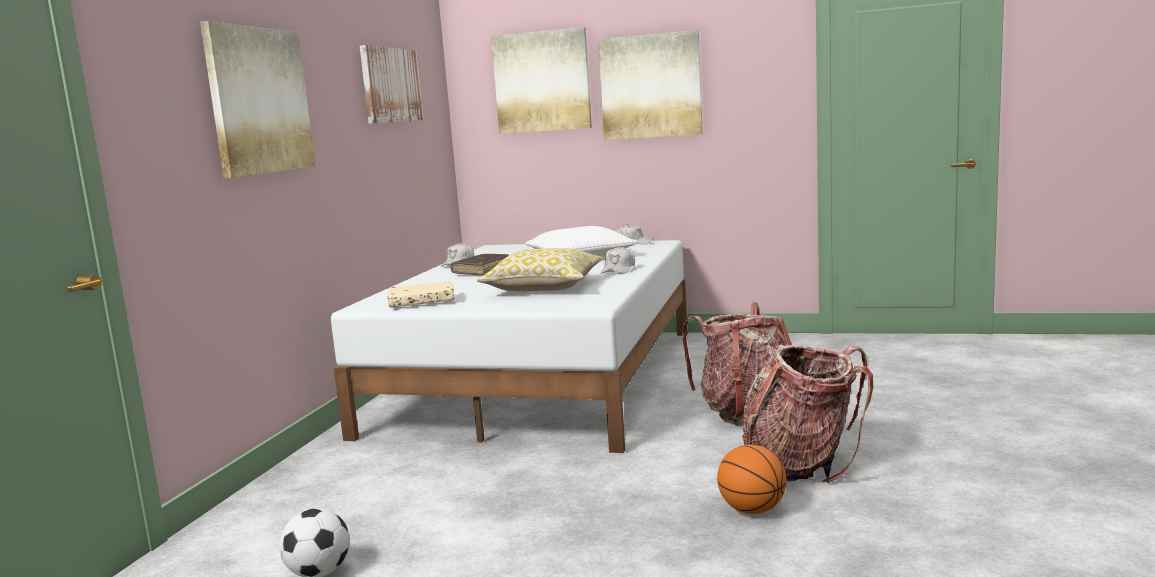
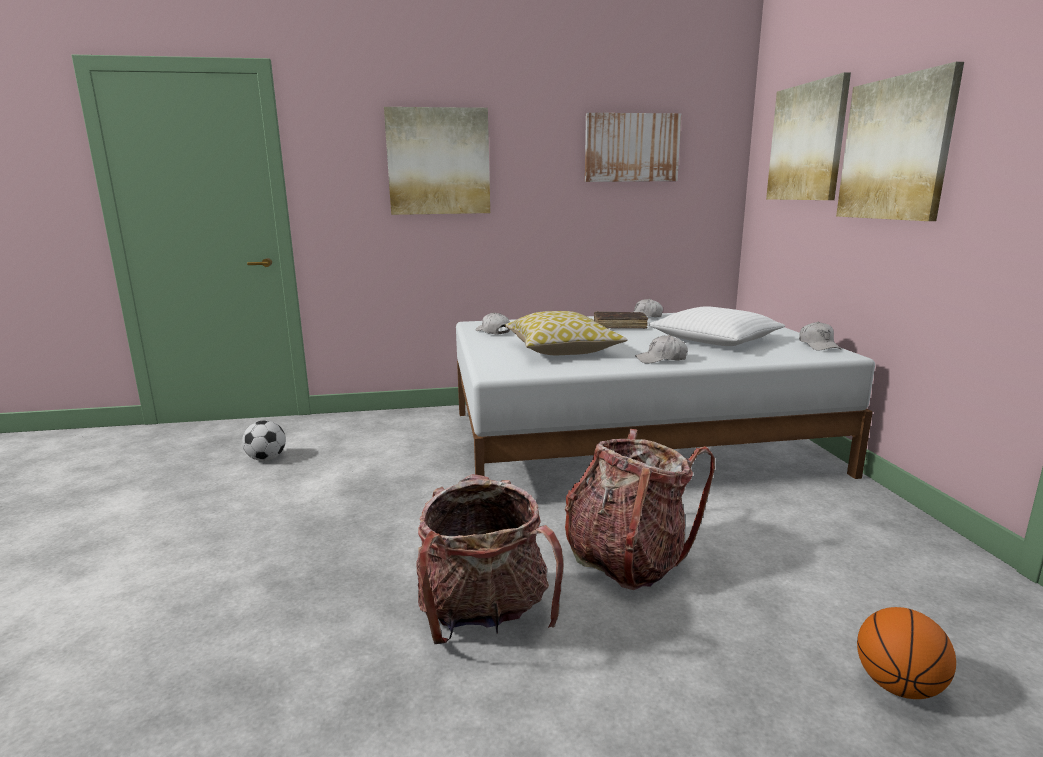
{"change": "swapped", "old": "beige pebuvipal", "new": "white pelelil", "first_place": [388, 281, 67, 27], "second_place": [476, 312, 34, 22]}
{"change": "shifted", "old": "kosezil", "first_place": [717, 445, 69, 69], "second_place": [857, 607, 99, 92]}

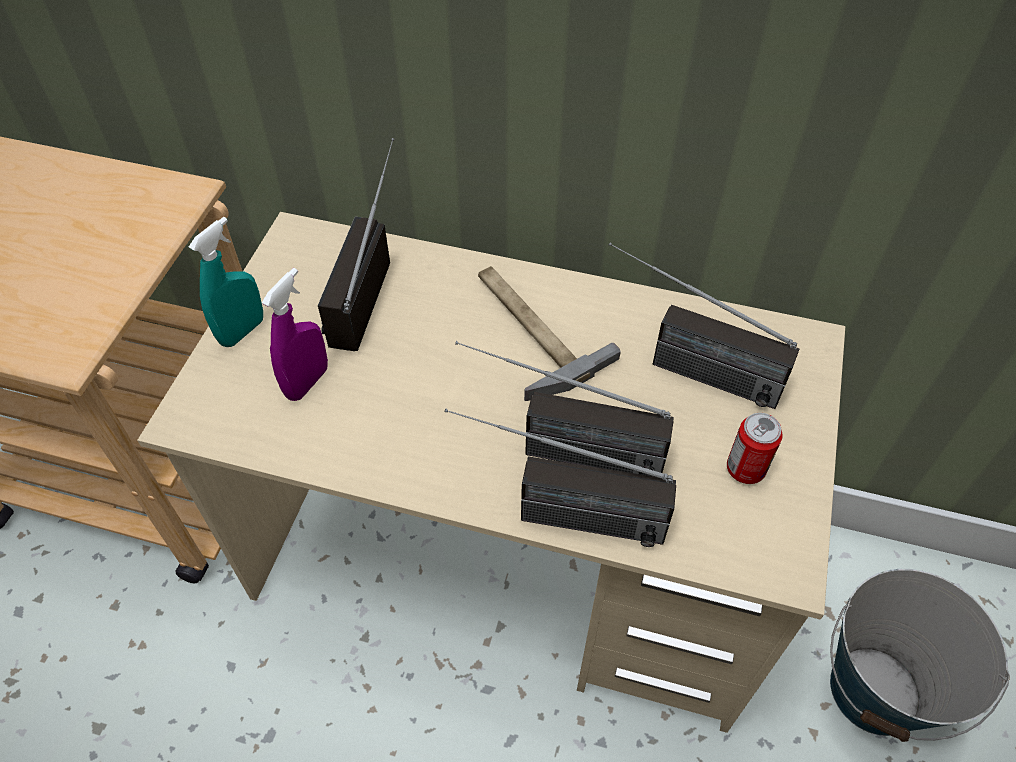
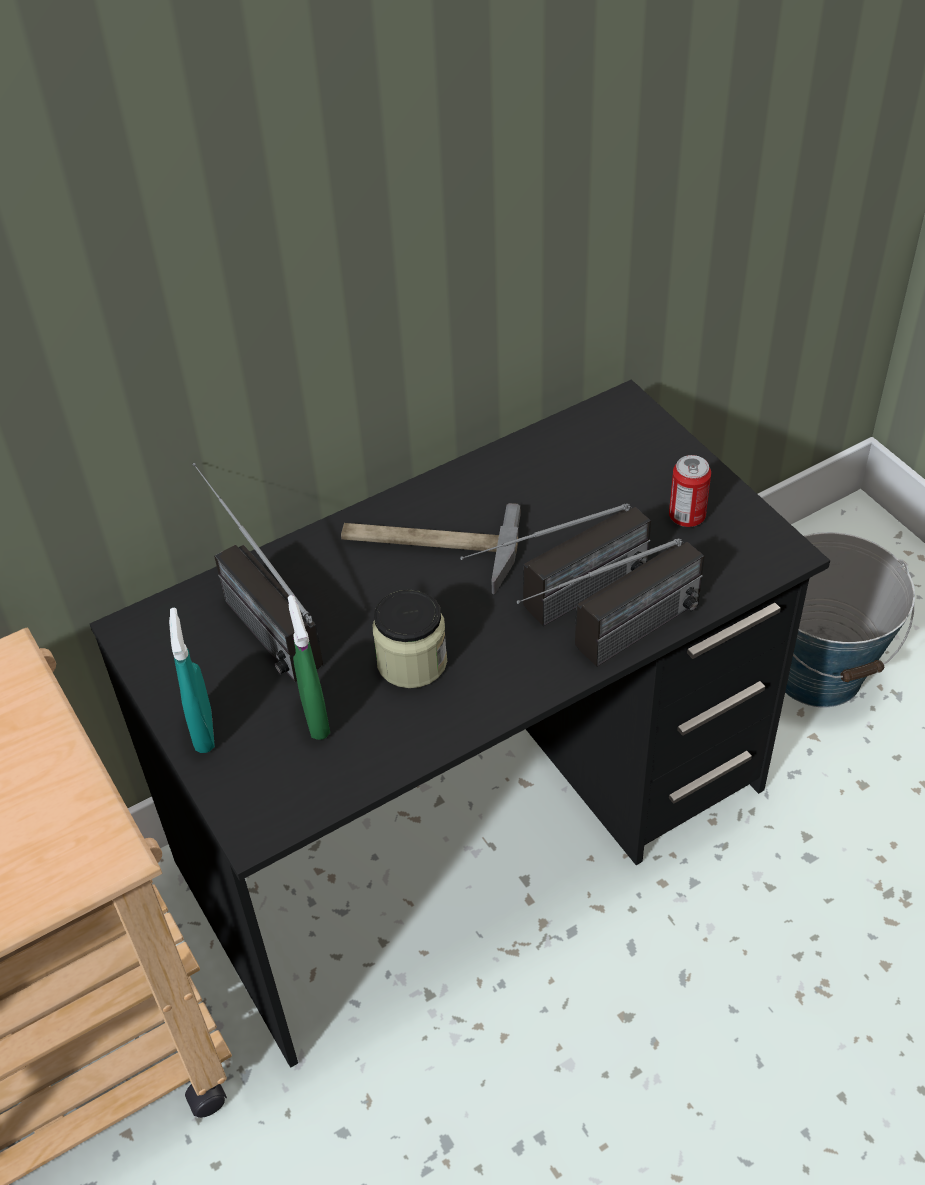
{"change": "repainted", "old": "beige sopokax", "new": "black sopokax", "first_place": [137, 212, 708, 521], "second_place": [90, 380, 740, 688]}
{"change": "gone", "old": "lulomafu", "first_place": [609, 242, 190, 167]}
{"change": "repainted", "old": "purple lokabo", "new": "green lokabo", "first_place": [262, 268, 66, 133], "second_place": [288, 595, 42, 145]}
{"change": "new", "new": "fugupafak", "second_place": [373, 590, 74, 98]}

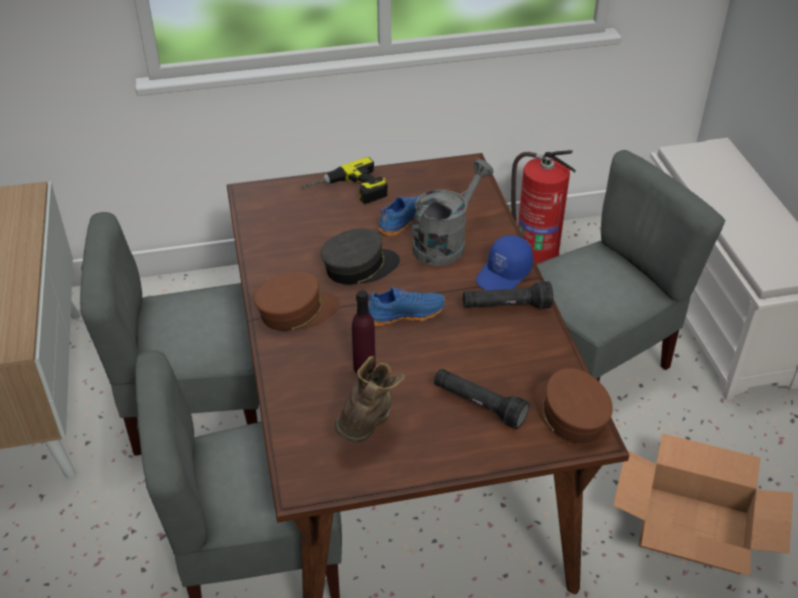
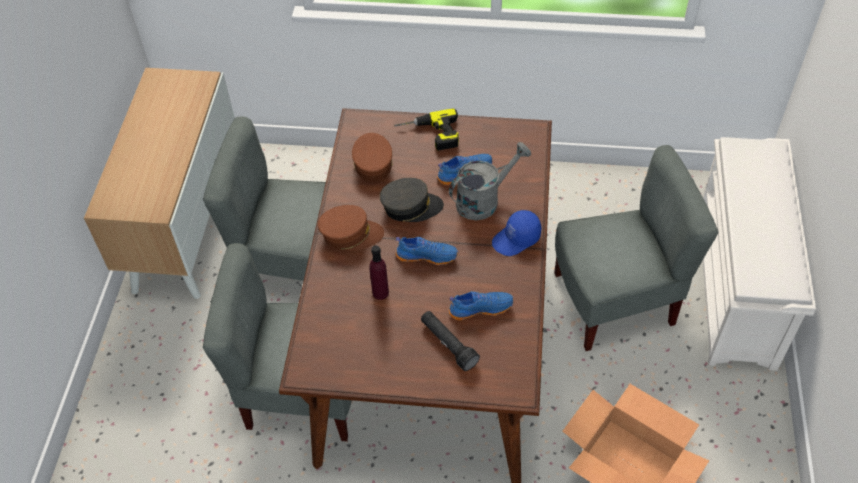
{"change": "gone", "old": "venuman", "first_place": [511, 150, 65, 114]}
{"change": "gone", "old": "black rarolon", "first_place": [463, 281, 90, 28]}
{"change": "gone", "old": "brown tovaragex", "first_place": [334, 356, 71, 87]}
{"change": "shifted", "old": "brown pelelil", "first_place": [534, 368, 79, 76], "second_place": [352, 133, 41, 48]}
{"change": "new", "new": "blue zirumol", "second_place": [449, 291, 65, 29]}

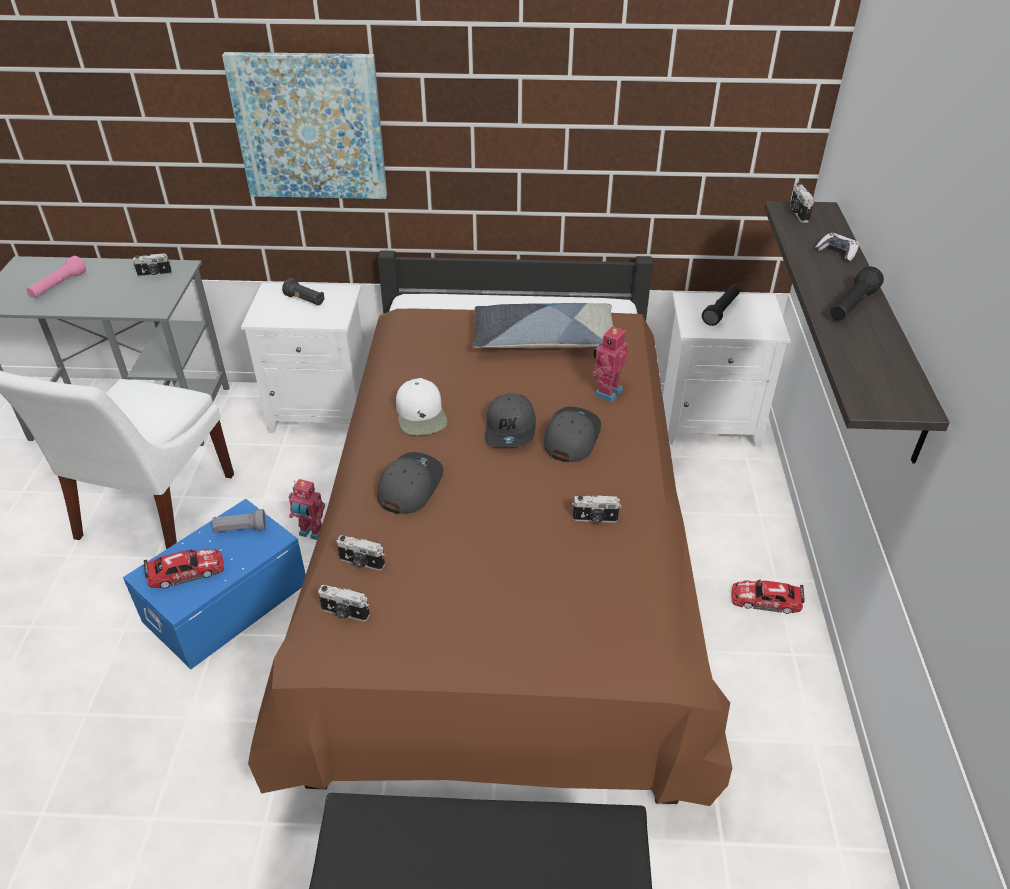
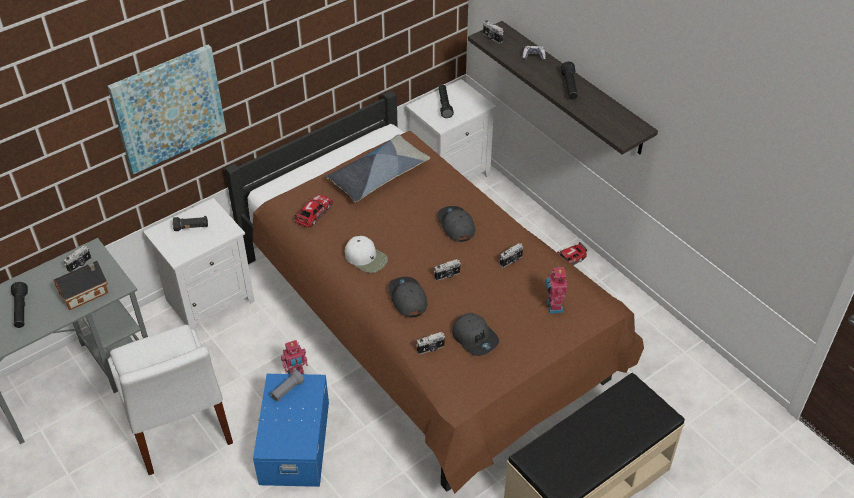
{"change": "repainted", "old": "pink rarolon", "new": "black rarolon", "first_place": [27, 256, 59, 42], "second_place": [11, 282, 17, 46]}
{"change": "shifted", "old": "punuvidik", "first_place": [592, 325, 36, 77], "second_place": [545, 265, 22, 49]}
{"change": "shifted", "old": "grey pelelil", "first_place": [485, 393, 51, 54], "second_place": [452, 313, 47, 43]}
{"change": "shifted", "old": "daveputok", "first_place": [144, 549, 80, 40], "second_place": [294, 195, 39, 33]}
{"change": "shifted", "old": "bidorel", "first_place": [318, 585, 52, 36], "second_place": [434, 259, 27, 22]}
{"change": "new", "new": "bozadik", "second_place": [53, 261, 55, 49]}

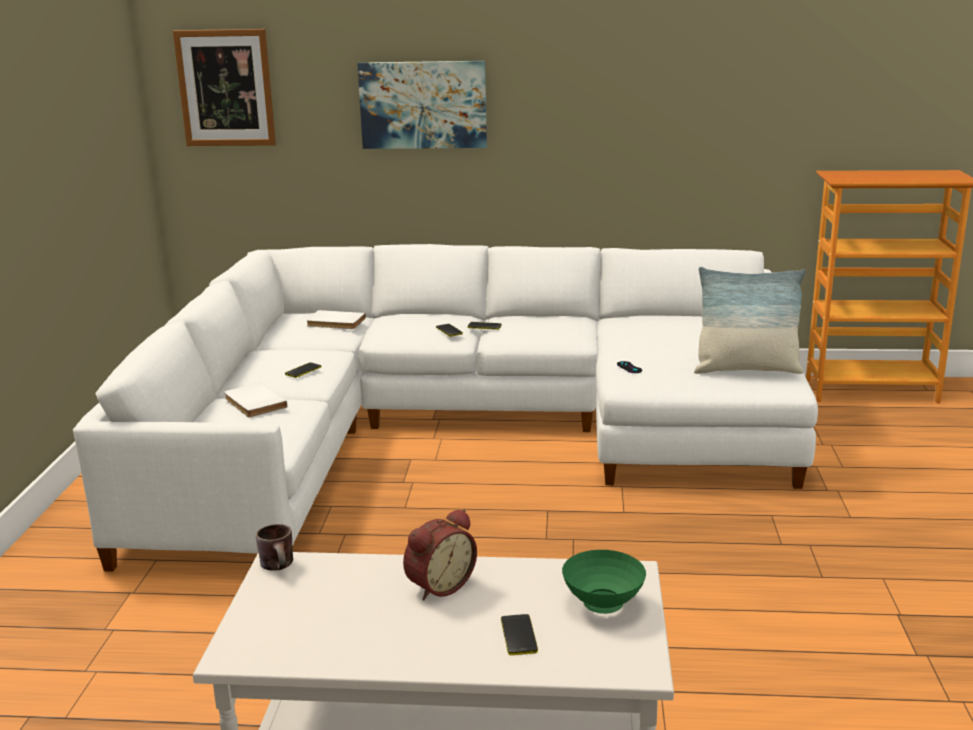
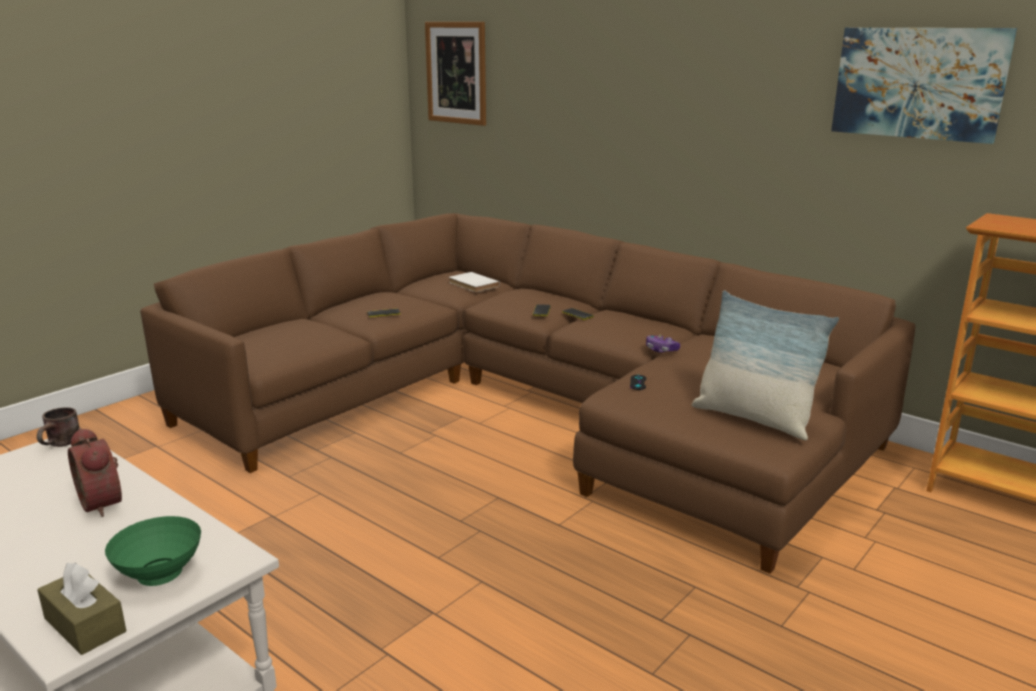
{"change": "shifted", "old": "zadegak", "first_place": [357, 61, 130, 88], "second_place": [831, 28, 186, 116]}
{"change": "repainted", "old": "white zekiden", "new": "brown zekiden", "first_place": [73, 244, 745, 328], "second_place": [140, 213, 775, 361]}
{"change": "gone", "old": "white pebuvipal", "first_place": [224, 382, 63, 35]}
{"change": "rotated", "old": "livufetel", "first_place": [403, 509, 74, 92], "second_place": [68, 428, 54, 89], "degrees": 60}
{"change": "gone", "old": "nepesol", "first_place": [501, 614, 37, 41]}
{"change": "new", "new": "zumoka", "second_place": [646, 335, 34, 17]}
{"change": "new", "new": "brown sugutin", "second_place": [37, 562, 89, 93]}

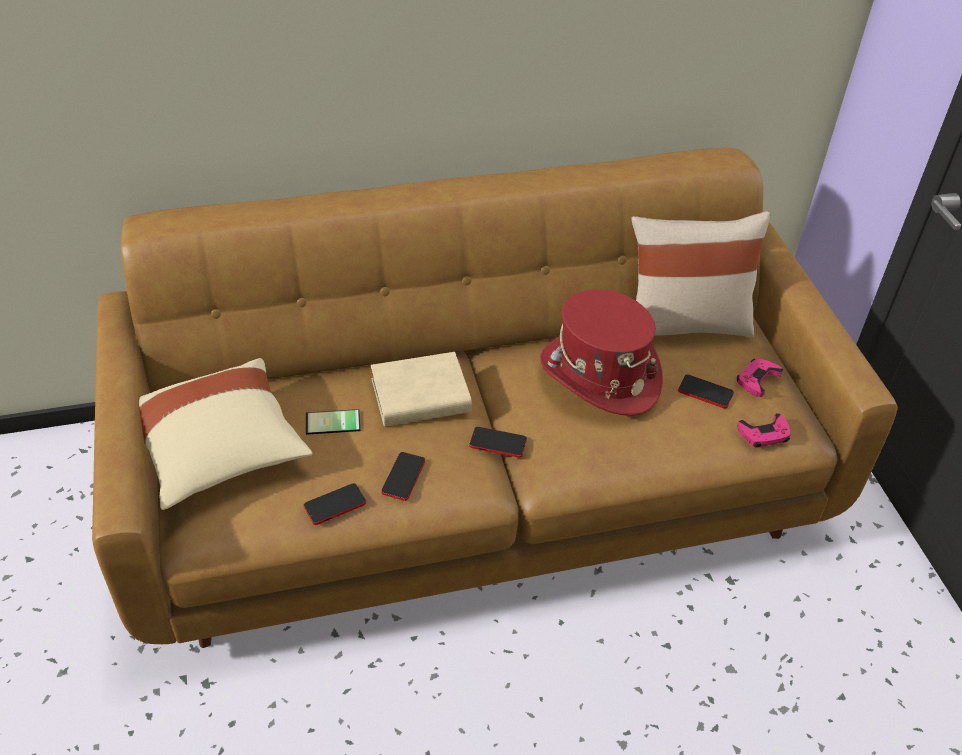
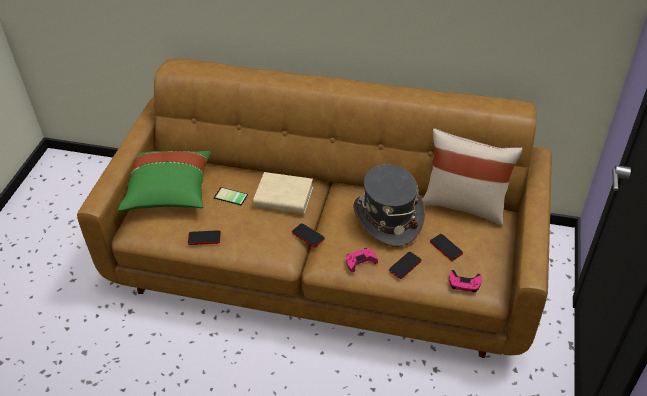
{"change": "repainted", "old": "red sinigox", "new": "grey sinigox", "first_place": [540, 289, 123, 127], "second_place": [353, 164, 72, 83]}
{"change": "repainted", "old": "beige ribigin", "new": "green ribigin", "first_place": [139, 358, 174, 152], "second_place": [118, 151, 93, 60]}
{"change": "shifted", "old": "pink zumoka", "first_place": [737, 358, 46, 39], "second_place": [346, 248, 32, 24]}
{"change": "shifted", "old": "nepesol", "first_place": [381, 452, 44, 49], "second_place": [389, 252, 33, 27]}

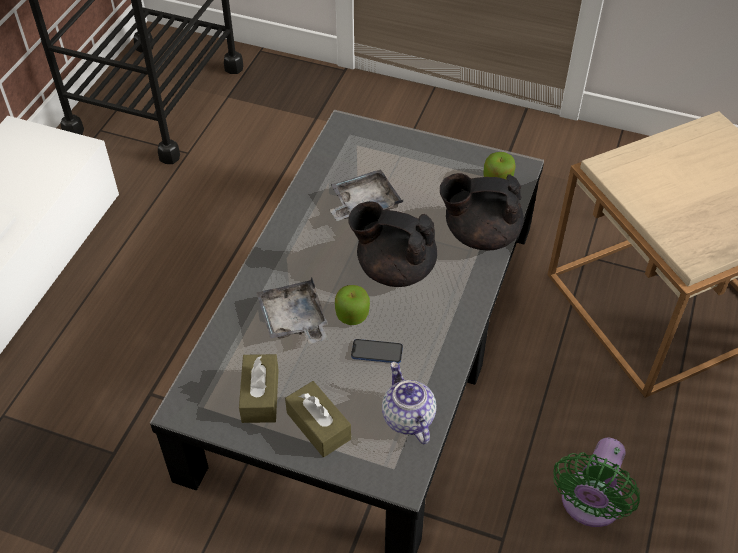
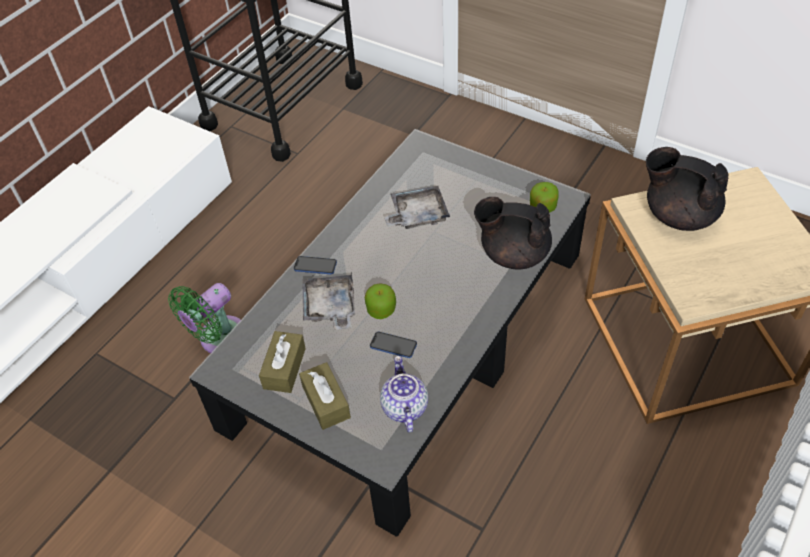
{"change": "shifted", "old": "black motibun", "first_place": [348, 201, 89, 86], "second_place": [646, 147, 82, 84]}
{"change": "shifted", "old": "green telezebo", "first_place": [553, 438, 87, 89], "second_place": [168, 283, 73, 70]}
{"change": "new", "new": "nepesol", "second_place": [294, 256, 43, 18]}

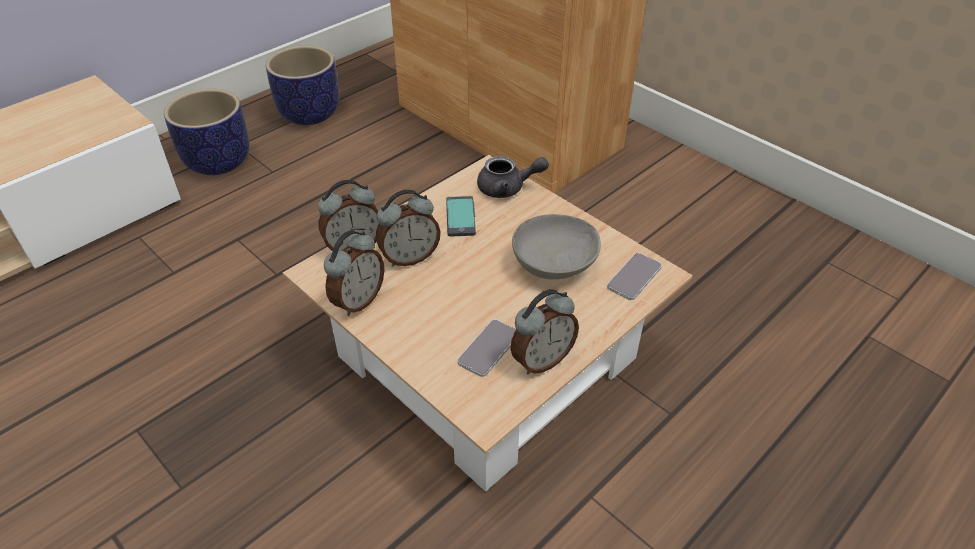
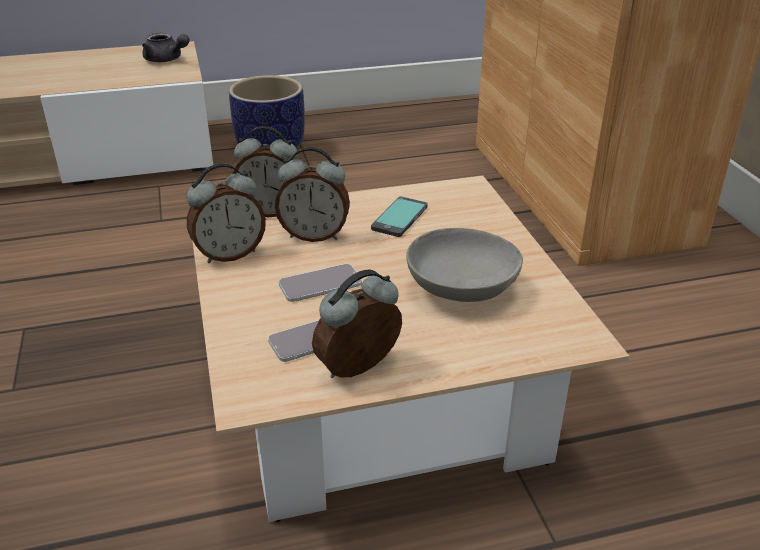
{"change": "gone", "old": "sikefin", "first_place": [266, 45, 73, 80]}
{"change": "shifted", "old": "grey motibun", "first_place": [477, 156, 72, 42], "second_place": [142, 32, 48, 30]}
{"change": "shifted", "old": "nepesol", "first_place": [607, 253, 55, 47], "second_place": [279, 264, 83, 38]}
{"change": "rotated", "old": "livufetel", "first_place": [511, 289, 68, 85], "second_place": [312, 269, 90, 109], "degrees": 150}

